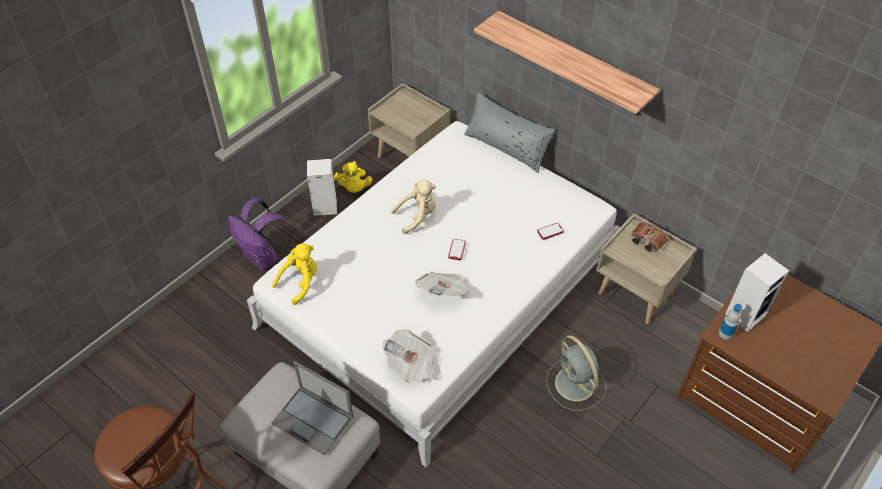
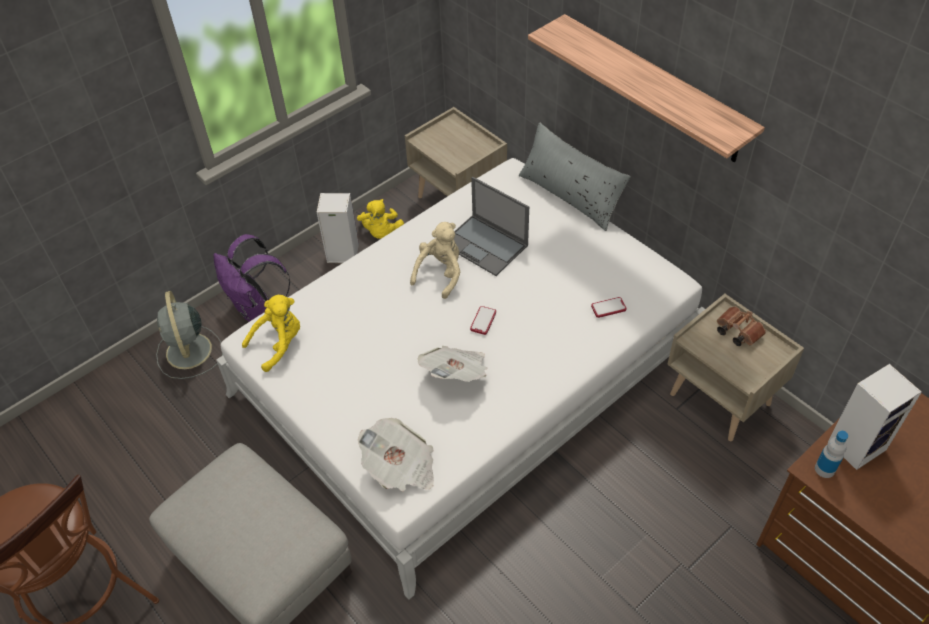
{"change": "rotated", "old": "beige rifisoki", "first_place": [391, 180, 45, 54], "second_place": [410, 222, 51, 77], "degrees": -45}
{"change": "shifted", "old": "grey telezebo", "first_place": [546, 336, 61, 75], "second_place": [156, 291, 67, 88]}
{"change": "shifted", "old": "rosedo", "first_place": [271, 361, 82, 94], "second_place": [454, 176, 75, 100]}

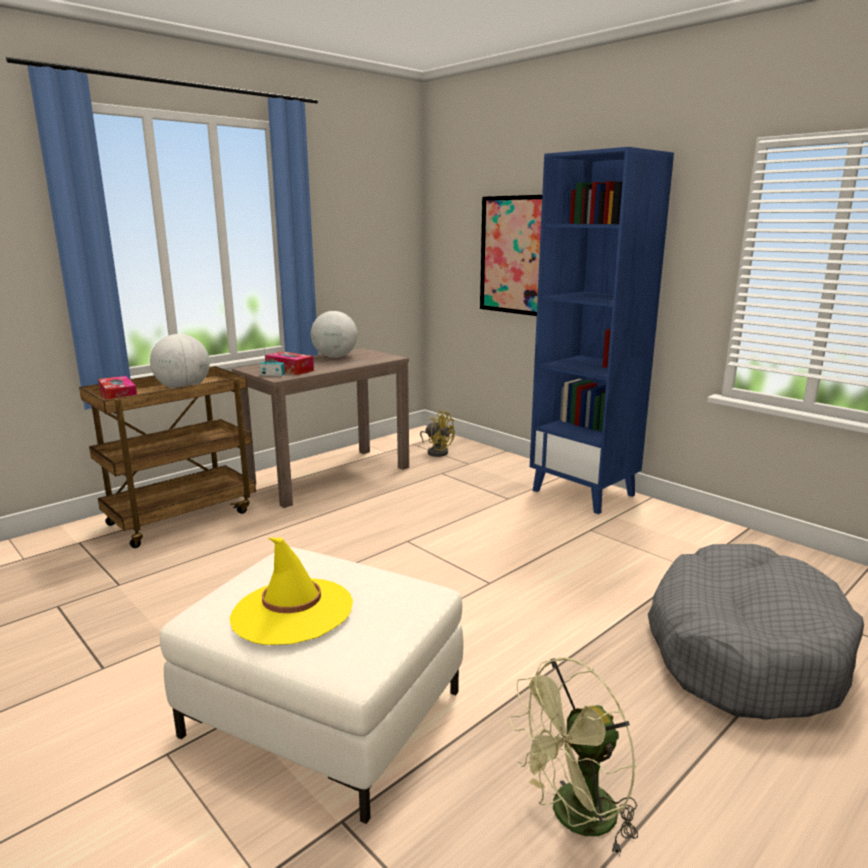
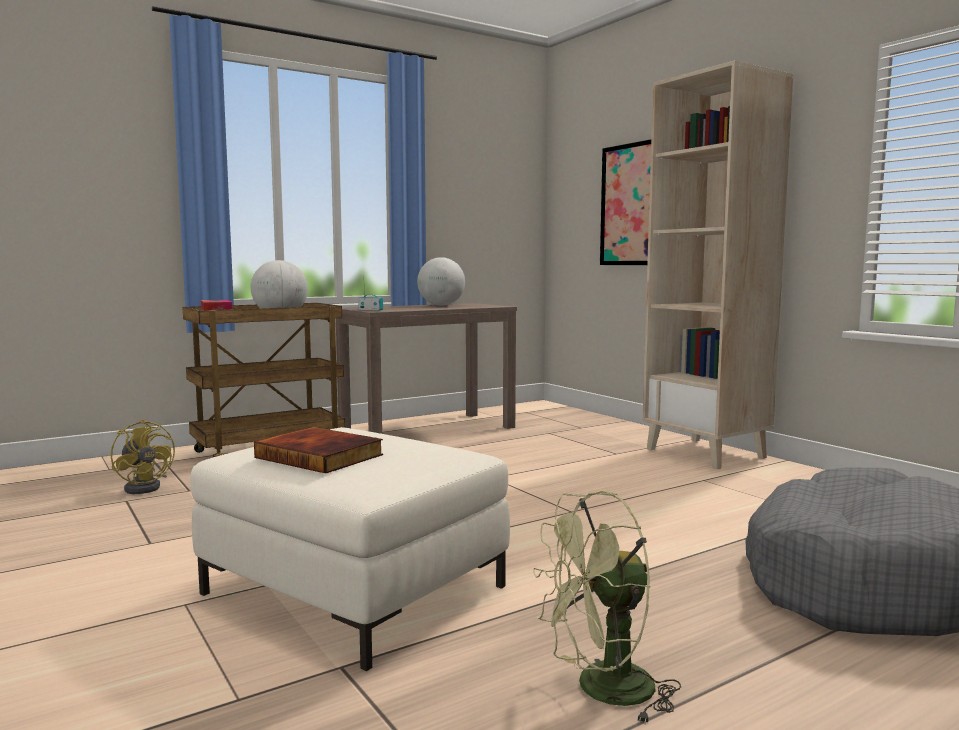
{"change": "repainted", "old": "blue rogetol", "new": "beige rogetol", "first_place": [530, 147, 144, 367], "second_place": [643, 60, 150, 409]}
{"change": "gone", "old": "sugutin", "first_place": [265, 351, 49, 24]}
{"change": "shifted", "old": "yellow telezebo", "first_place": [420, 410, 35, 47], "second_place": [111, 420, 64, 74]}
{"change": "swapped", "old": "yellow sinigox", "new": "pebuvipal", "first_place": [230, 538, 123, 107], "second_place": [254, 427, 129, 46]}

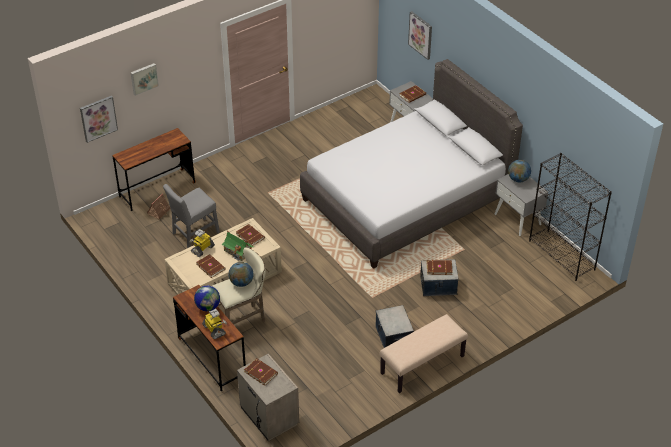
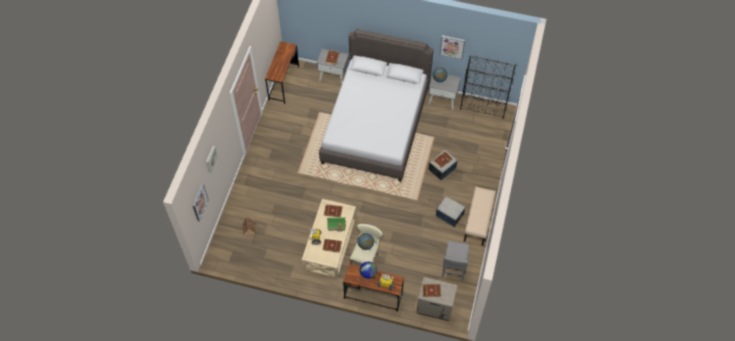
{"change": "shifted", "old": "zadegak", "first_place": [408, 11, 24, 49], "second_place": [440, 35, 25, 24]}
{"change": "shifted", "old": "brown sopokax", "first_place": [112, 128, 84, 83], "second_place": [265, 41, 34, 63]}
{"change": "shifted", "old": "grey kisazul", "first_place": [163, 184, 57, 64], "second_place": [442, 241, 28, 40]}

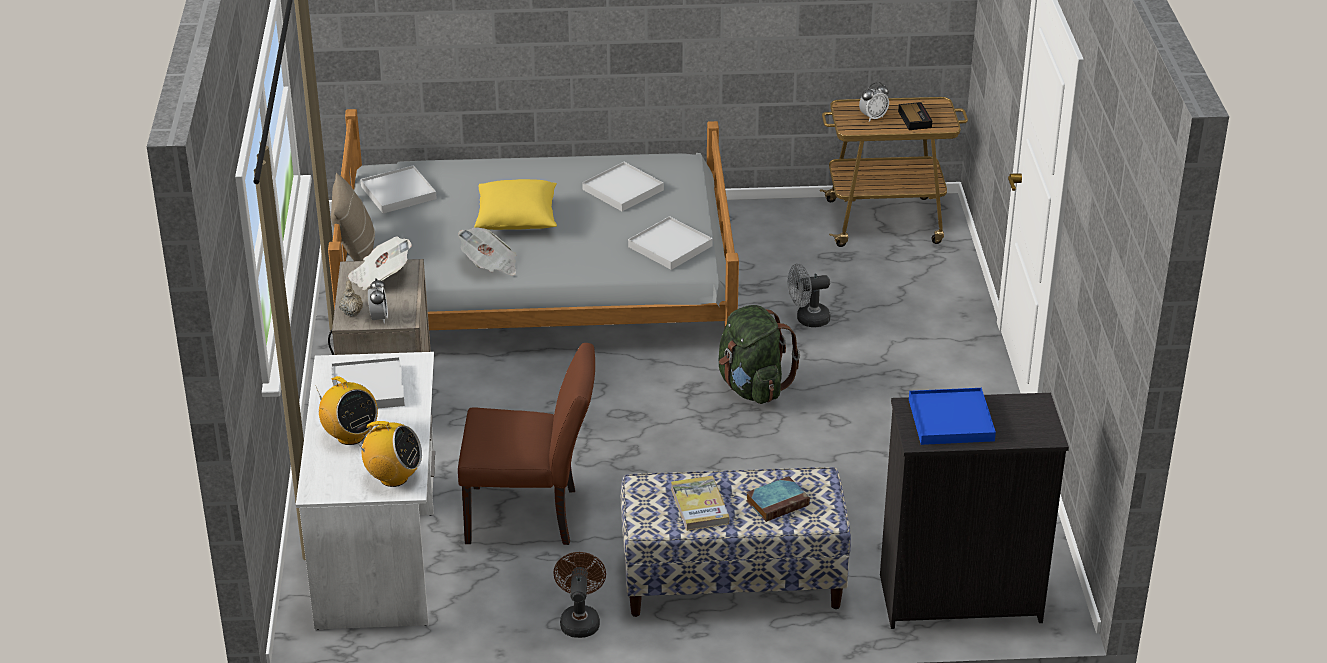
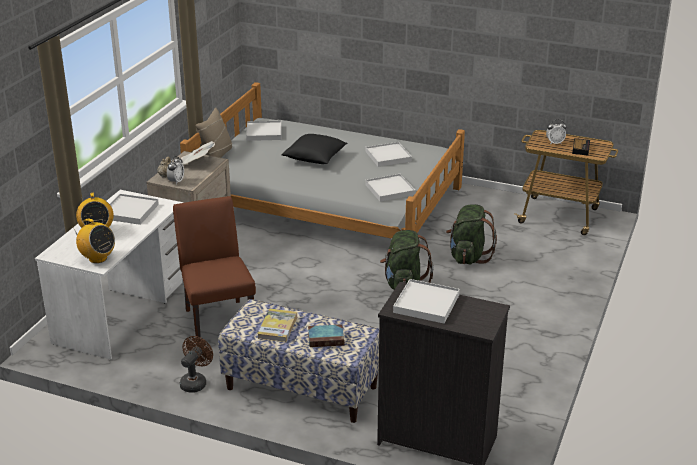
{"change": "repainted", "old": "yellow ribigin", "new": "black ribigin", "first_place": [474, 179, 83, 51], "second_place": [282, 134, 65, 30]}
{"change": "gone", "old": "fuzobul", "first_place": [458, 227, 59, 48]}
{"change": "swapped", "old": "grey telezebo", "new": "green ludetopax", "first_place": [788, 263, 42, 64], "second_place": [446, 204, 51, 61]}
{"change": "rotated", "old": "brown kisazul", "first_place": [458, 343, 137, 202], "second_place": [173, 196, 83, 142], "degrees": -135}
{"change": "repainted", "old": "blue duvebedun", "new": "white duvebedun", "first_place": [909, 388, 87, 57], "second_place": [393, 279, 67, 45]}

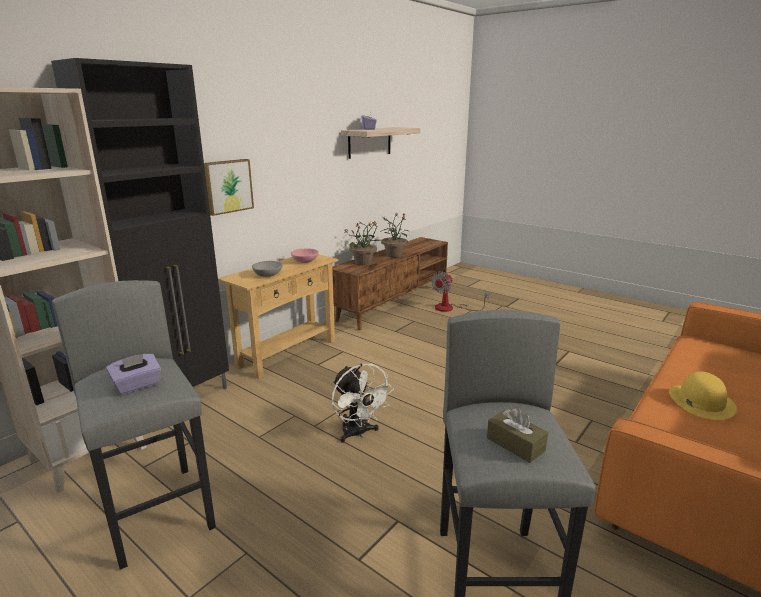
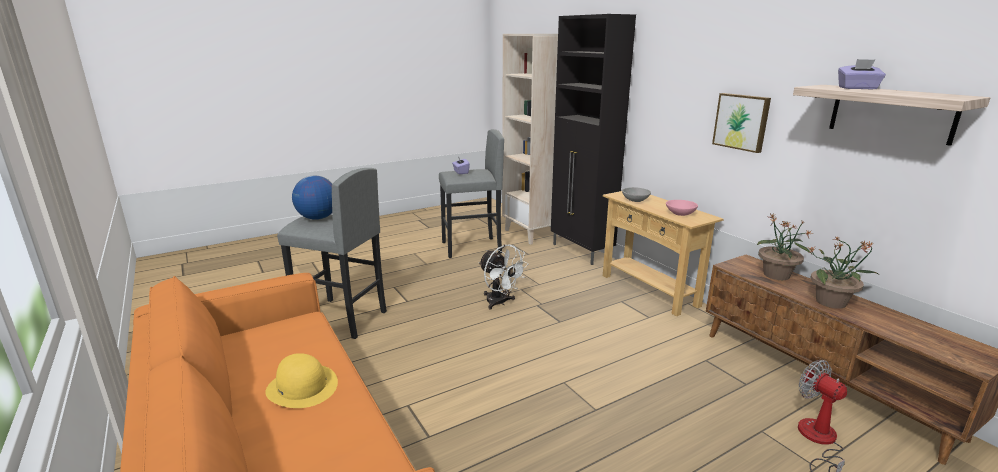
{"change": "shifted", "old": "zadegak", "first_place": [204, 159, 50, 57], "second_place": [712, 93, 59, 60]}
{"change": "rotated", "old": "white telezebo", "first_place": [332, 363, 62, 80], "second_place": [479, 245, 50, 65], "degrees": -120}
{"change": "swapped", "old": "brown sugutin", "new": "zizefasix", "first_place": [487, 407, 61, 56], "second_place": [292, 175, 41, 45]}

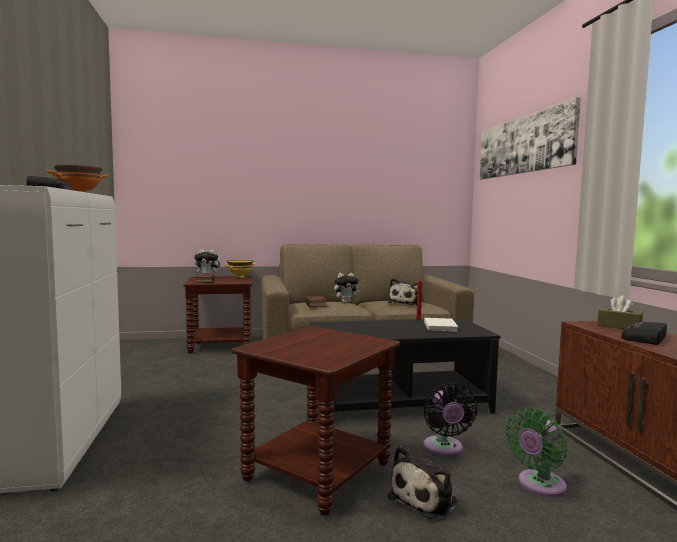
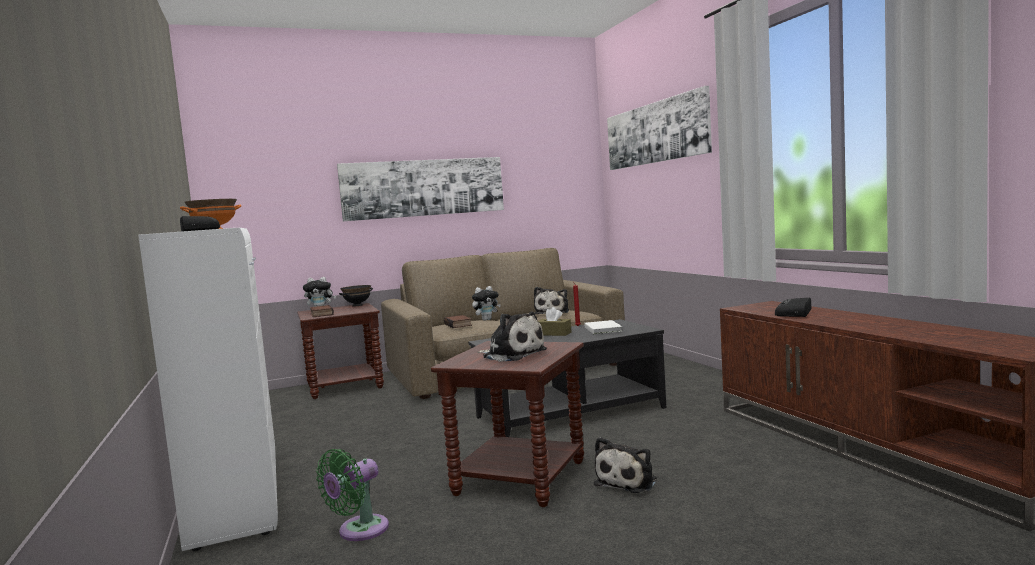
{"change": "repainted", "old": "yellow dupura", "new": "black dupura", "first_place": [224, 260, 31, 18], "second_place": [339, 285, 34, 21]}
{"change": "shifted", "old": "brown sugutin", "first_place": [598, 295, 45, 34], "second_place": [538, 307, 33, 29]}
{"change": "gone", "old": "black telezebo", "first_place": [423, 383, 54, 74]}
{"change": "shifted", "old": "green telezebo", "first_place": [505, 407, 62, 90], "second_place": [316, 449, 73, 92]}
{"change": "new", "new": "zadegak", "second_place": [337, 157, 167, 64]}
{"change": "new", "new": "rifisoki", "second_place": [478, 312, 69, 50]}

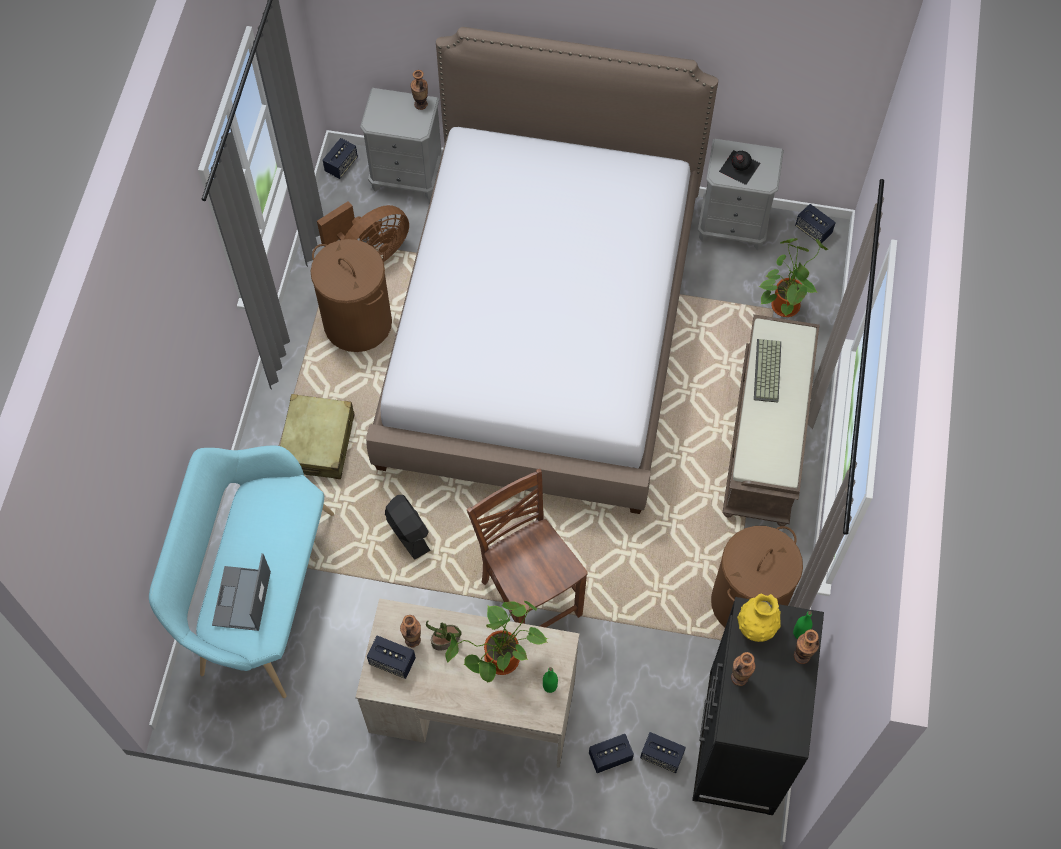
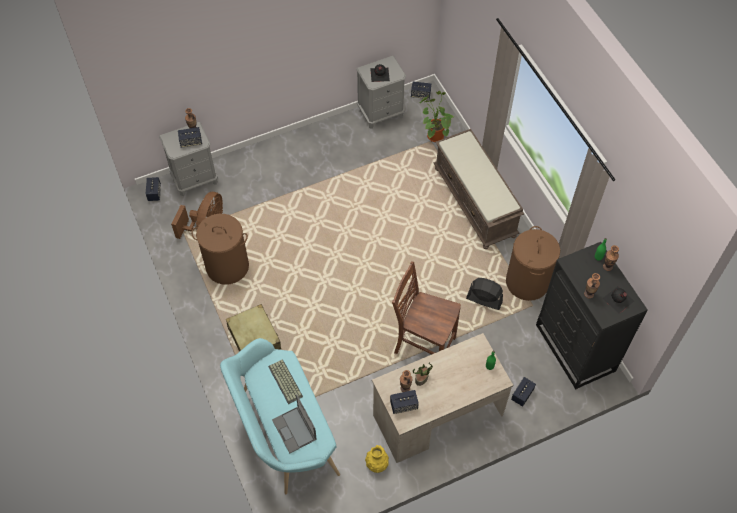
{"change": "gone", "old": "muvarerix", "first_place": [366, 27, 352, 487]}
{"change": "shifted", "old": "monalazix", "first_place": [754, 339, 27, 64], "second_place": [268, 359, 35, 45]}
{"change": "shifted", "old": "black telezebo", "first_place": [385, 495, 46, 65], "second_place": [466, 278, 37, 32]}
{"change": "shifted", "old": "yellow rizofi", "first_place": [737, 594, 44, 48], "second_place": [365, 445, 24, 28]}
{"change": "gone", "old": "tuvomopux", "first_place": [445, 601, 103, 81]}
{"change": "shifted", "old": "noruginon", "first_place": [640, 732, 46, 41], "second_place": [178, 127, 24, 21]}
{"change": "new", "new": "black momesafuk", "second_place": [602, 286, 32, 28]}

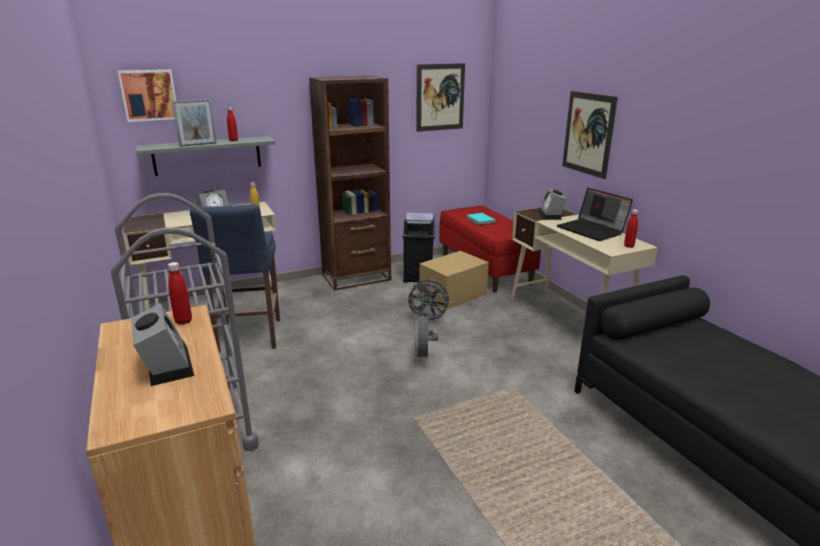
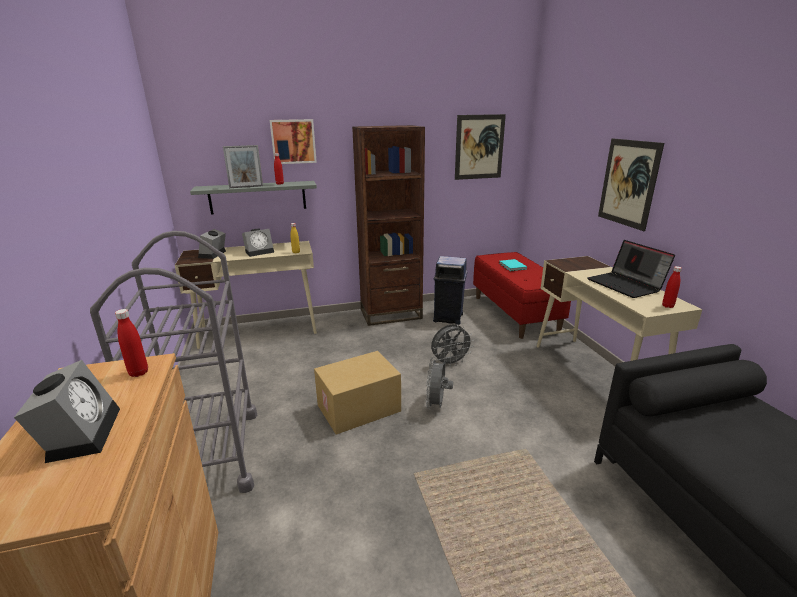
{"change": "shifted", "old": "zadegak", "first_place": [118, 70, 58, 52], "second_place": [270, 119, 47, 45]}
{"change": "shifted", "old": "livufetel", "first_place": [538, 188, 29, 32], "second_place": [198, 229, 28, 30]}
{"change": "gone", "old": "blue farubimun", "first_place": [190, 204, 90, 149]}
{"change": "shifted", "old": "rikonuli", "first_place": [419, 251, 70, 59], "second_place": [314, 351, 87, 84]}
{"change": "rotated", "old": "grey telezebo", "first_place": [405, 280, 45, 44], "second_place": [431, 324, 43, 43], "degrees": -45}

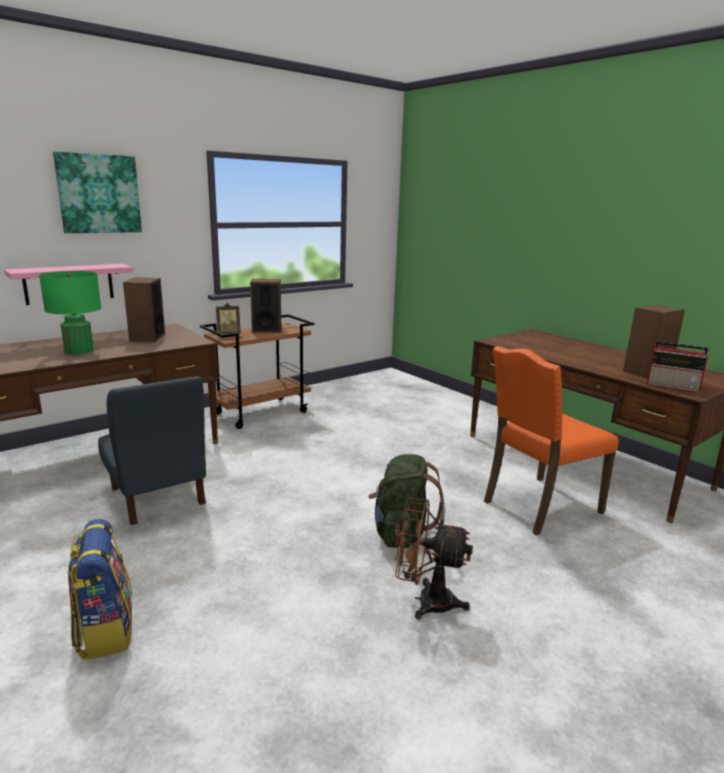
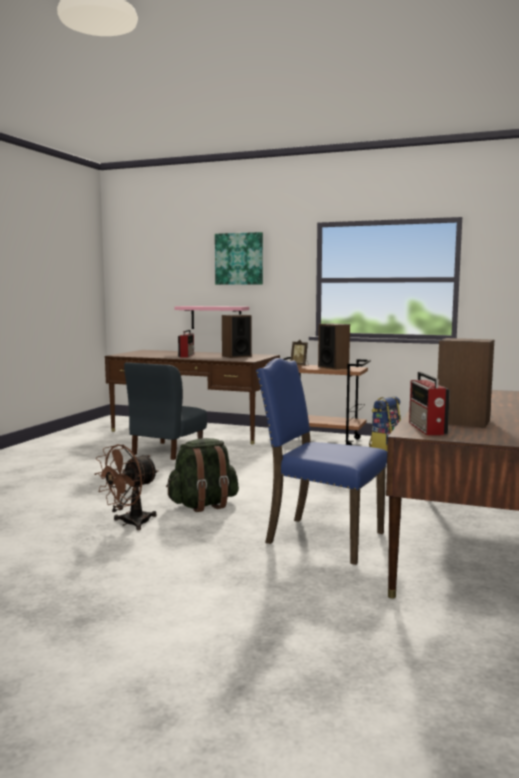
{"change": "swapped", "old": "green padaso", "new": "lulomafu", "first_place": [39, 271, 62, 84], "second_place": [178, 330, 16, 28]}
{"change": "repainted", "old": "orange kisazul", "new": "blue kisazul", "first_place": [484, 346, 135, 189], "second_place": [256, 358, 131, 207]}
{"change": "rotated", "old": "brown telezebo", "first_place": [395, 498, 78, 122], "second_place": [94, 444, 64, 86], "degrees": -120}
{"change": "shifted", "old": "ludetopax", "first_place": [68, 519, 64, 141], "second_place": [369, 396, 32, 55]}

